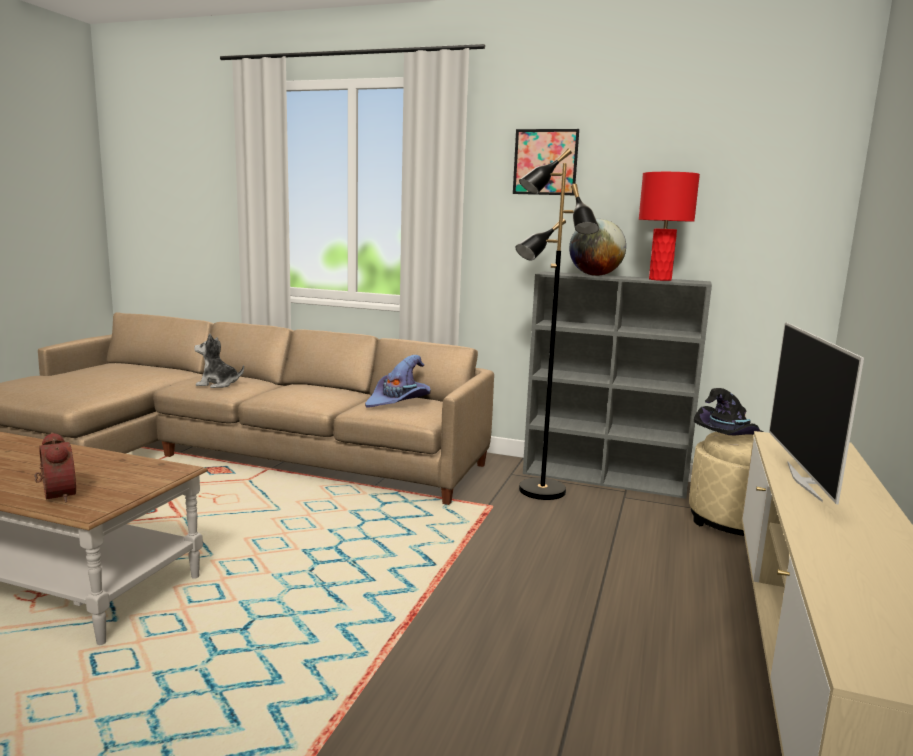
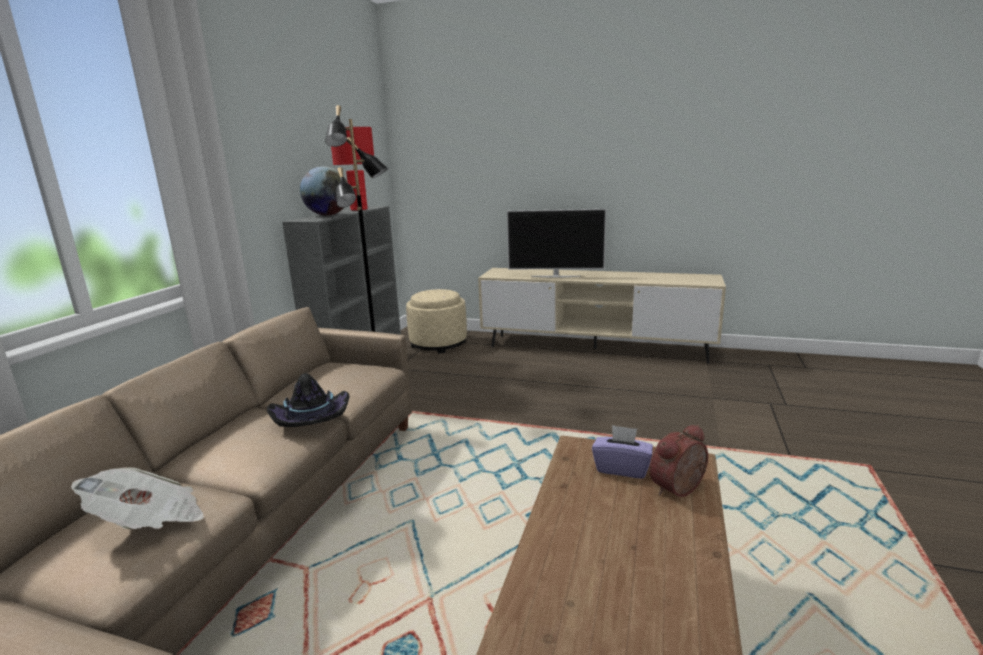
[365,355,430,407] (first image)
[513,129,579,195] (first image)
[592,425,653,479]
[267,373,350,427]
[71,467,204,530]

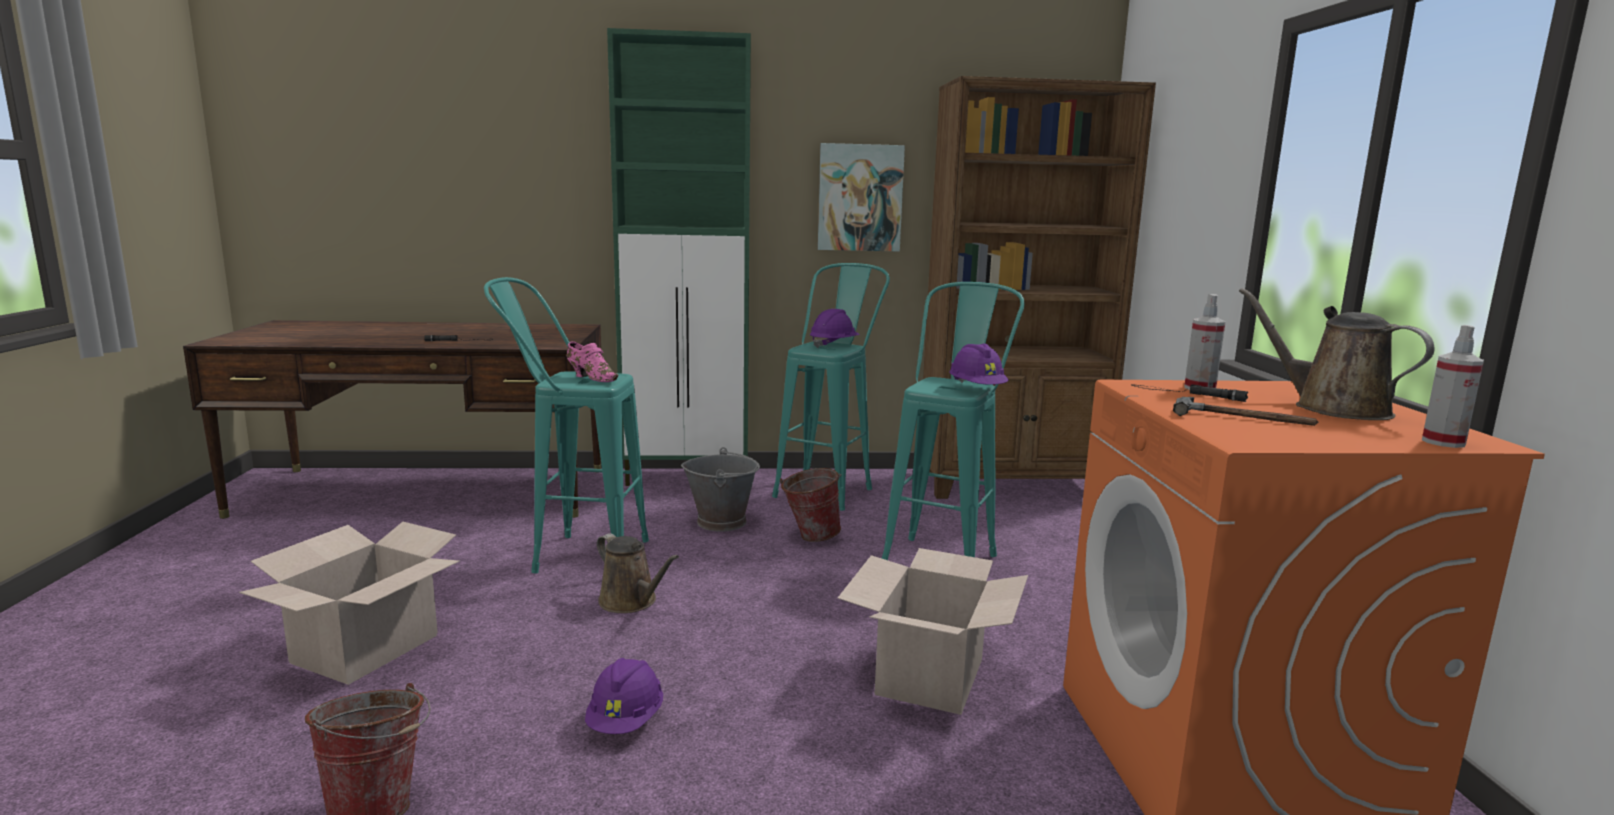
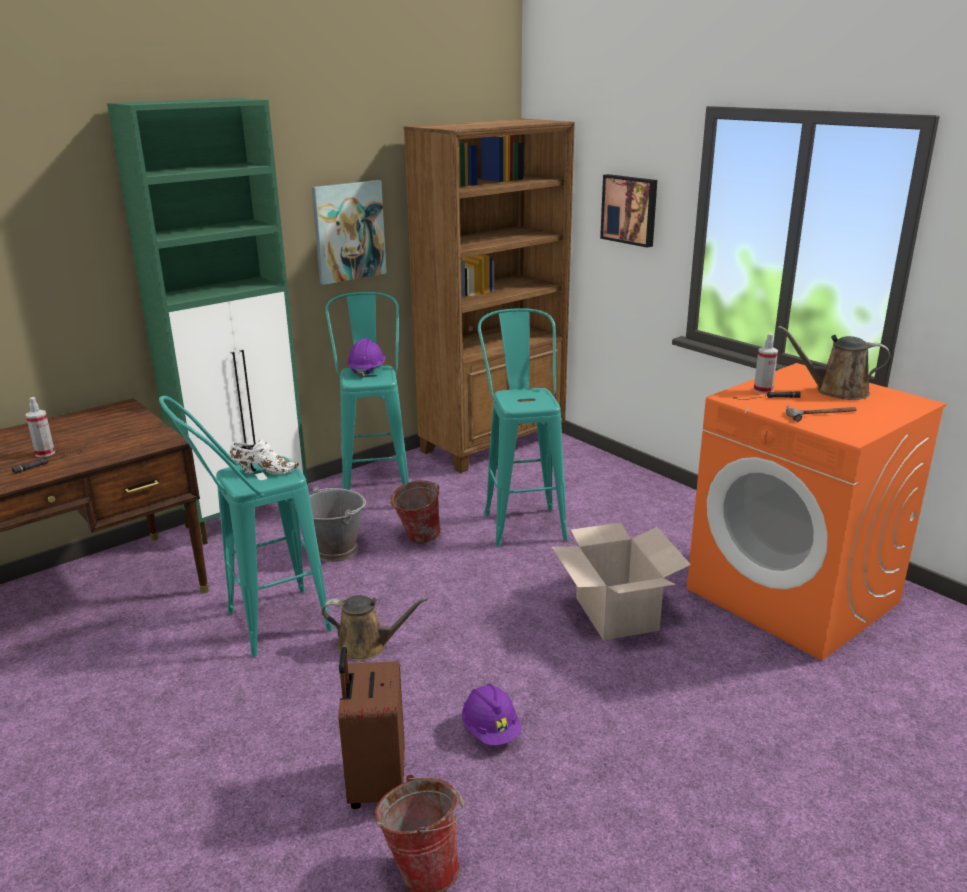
[239,522,460,685] (first image)
[949,344,1009,385] (first image)
[338,647,405,809]
[600,174,657,248]
[26,397,55,457]
[230,439,299,474]

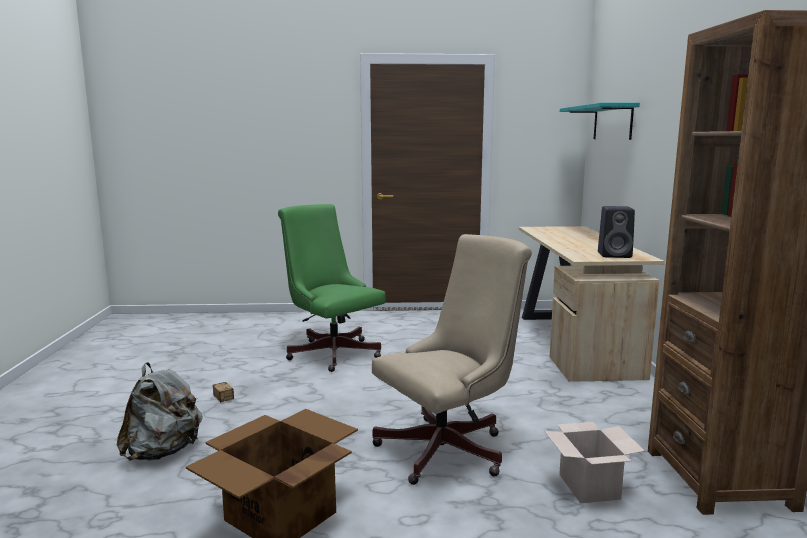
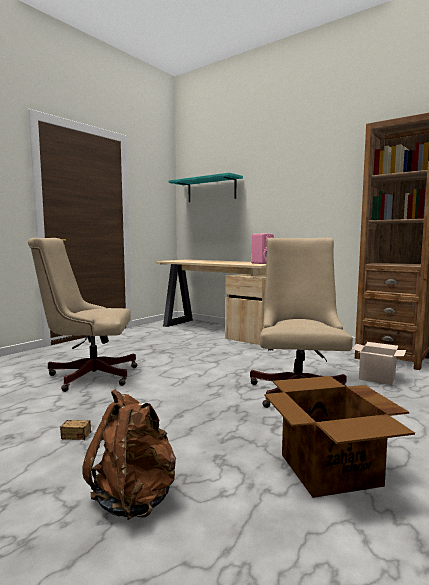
[83,389,176,520]
[28,238,137,392]
[251,234,274,264]

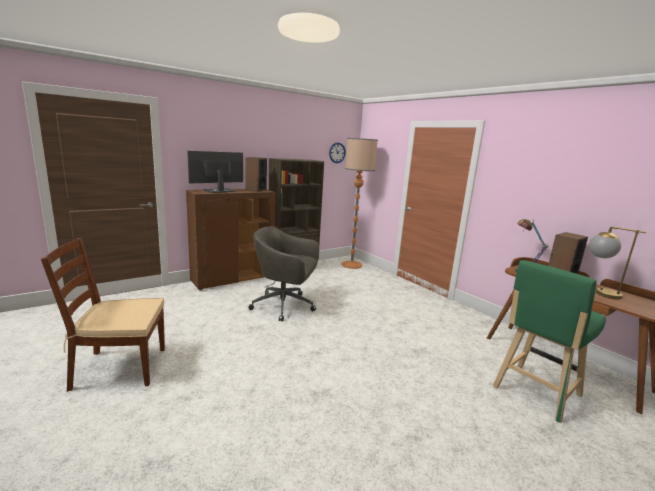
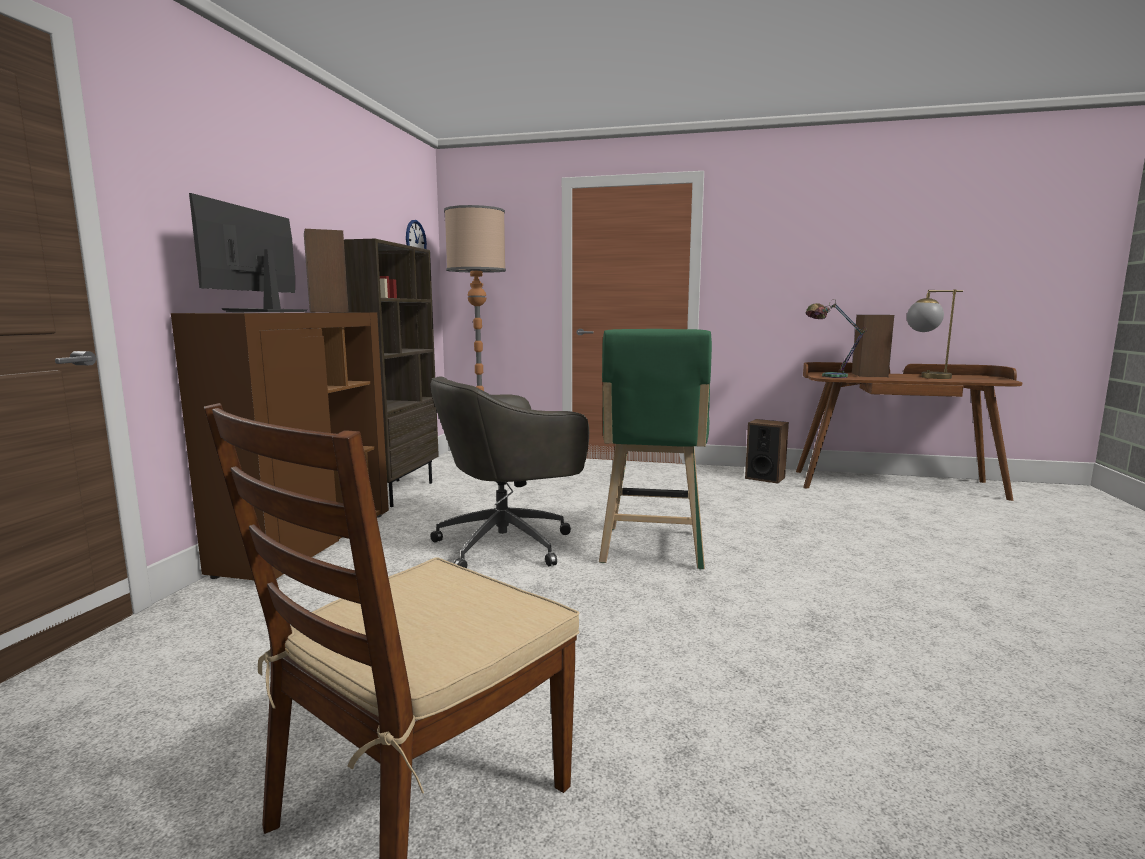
[745,419,789,484]
[599,329,712,569]

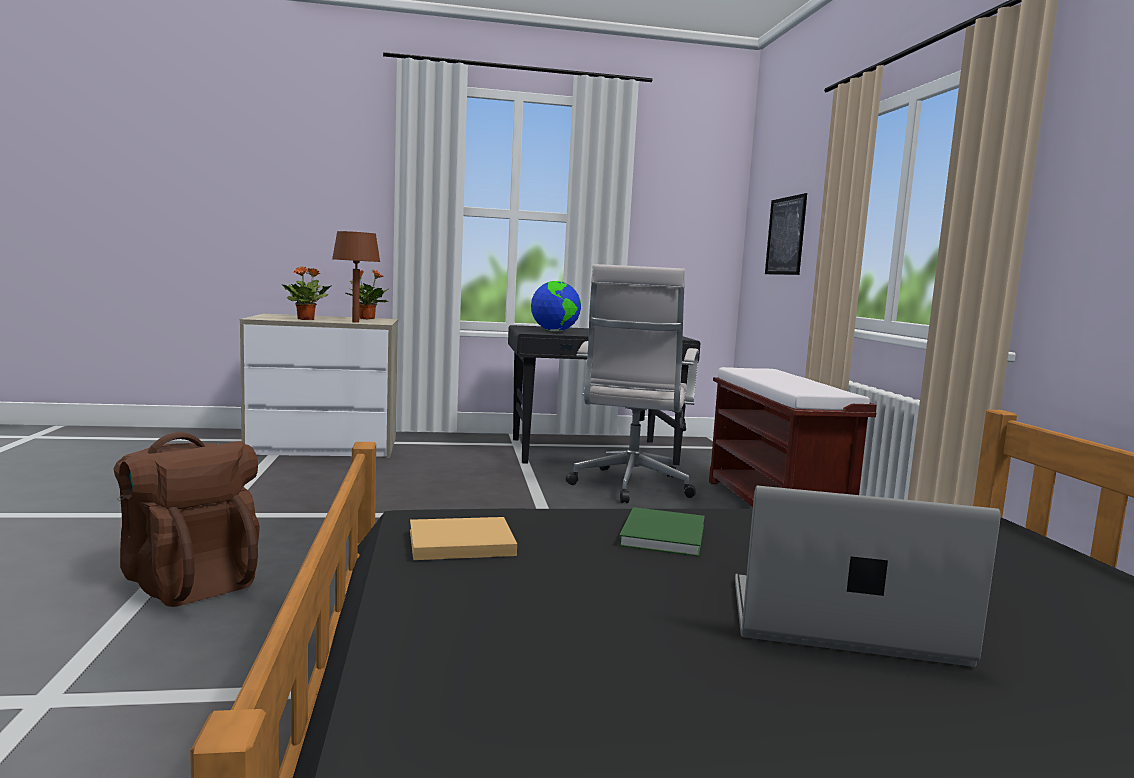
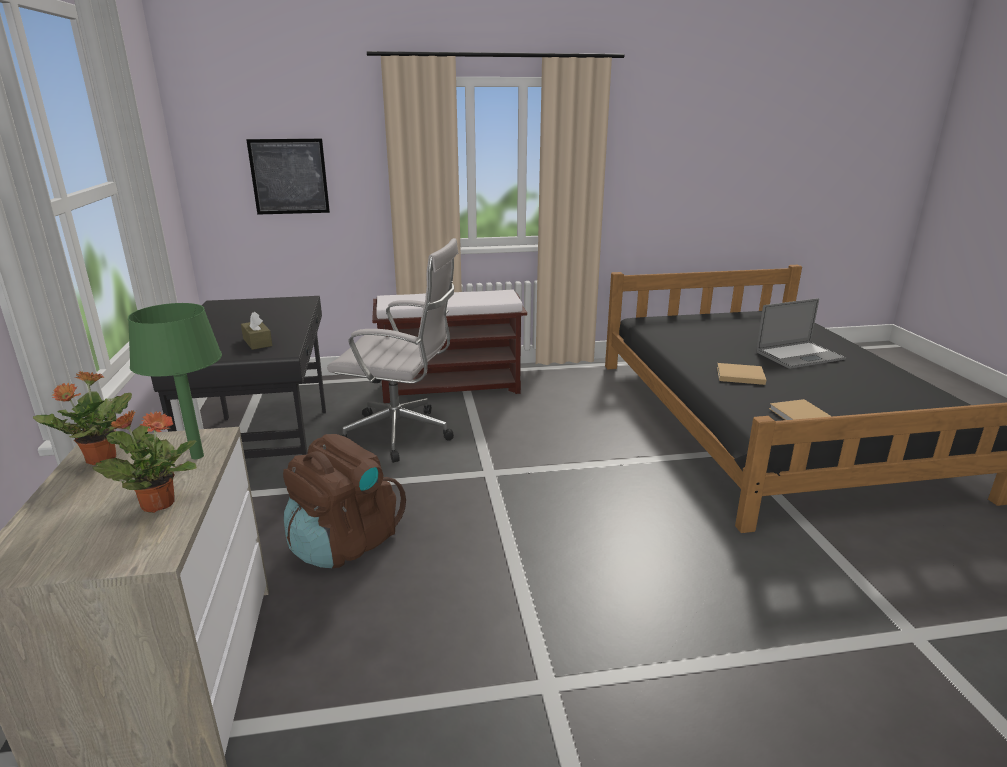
[283,434,406,568]
[241,312,273,350]
[128,303,222,459]
[717,363,766,385]
[756,298,846,369]

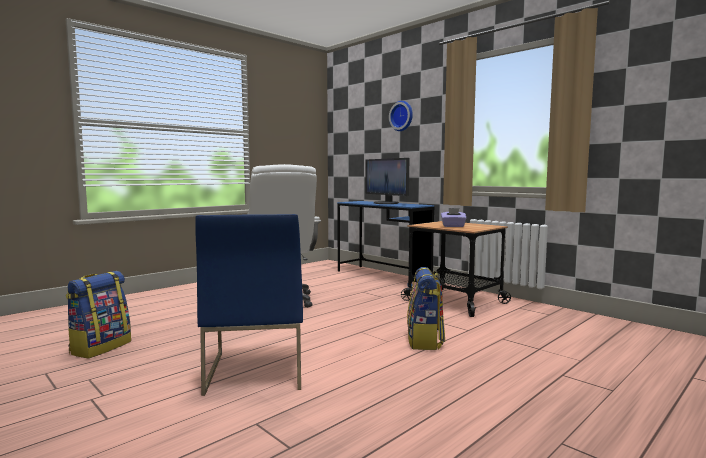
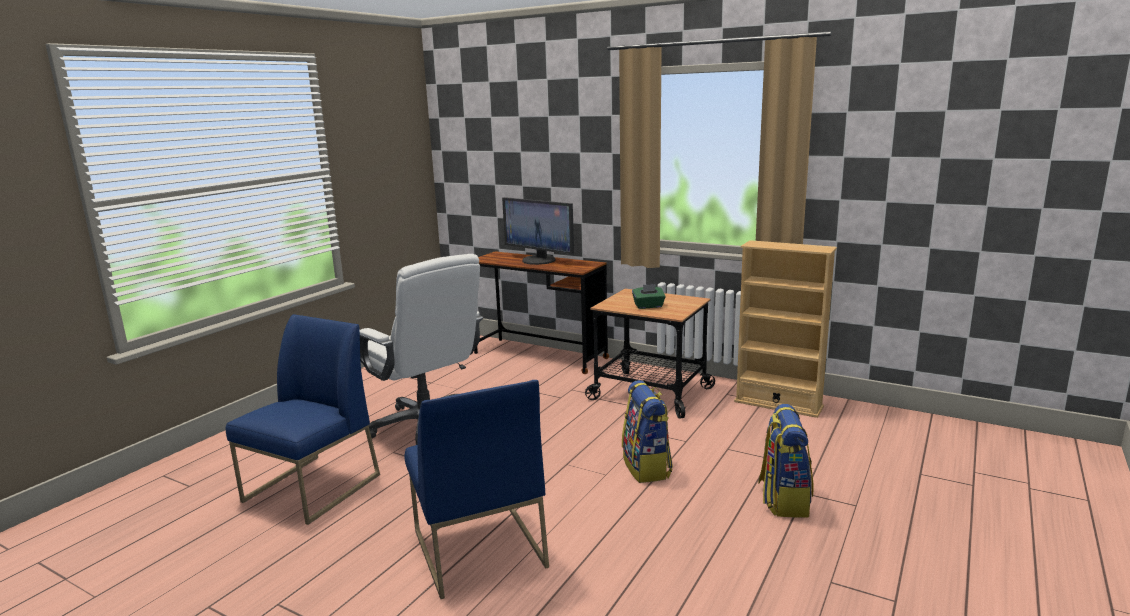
[389,101,413,131] (first image)
[226,314,380,525]
[734,240,837,418]
[758,404,813,518]
[474,251,609,374]
[632,284,666,309]

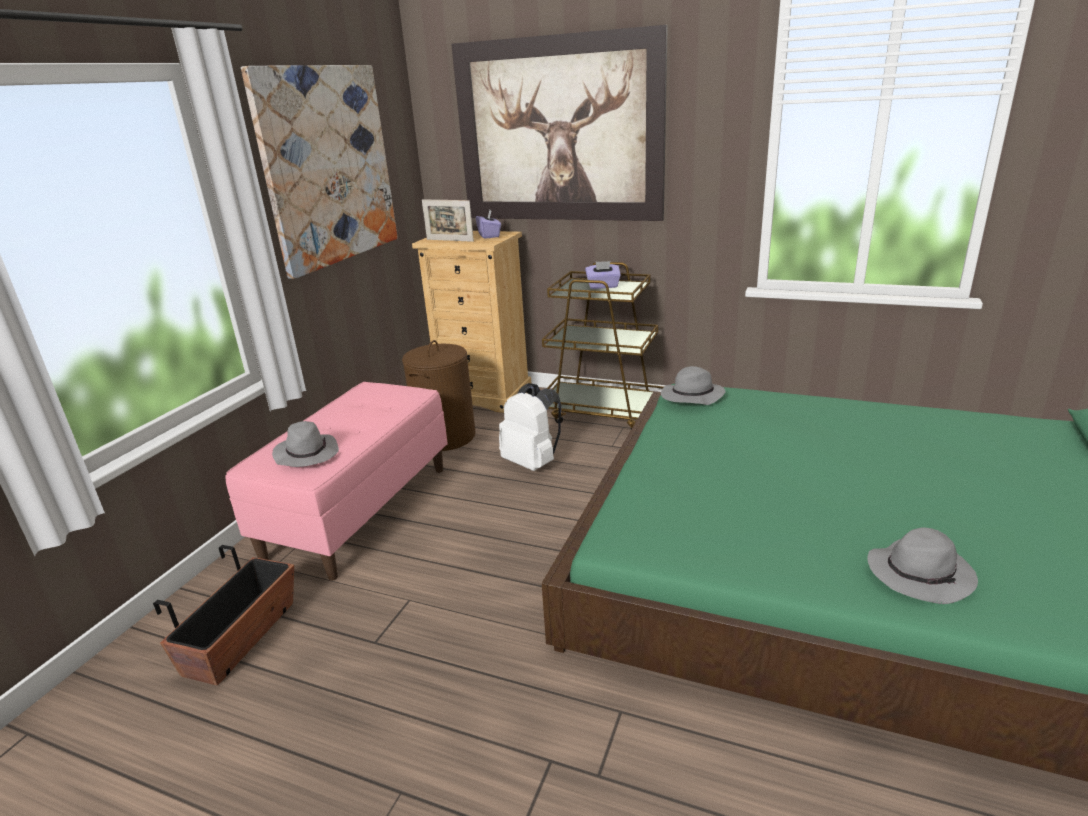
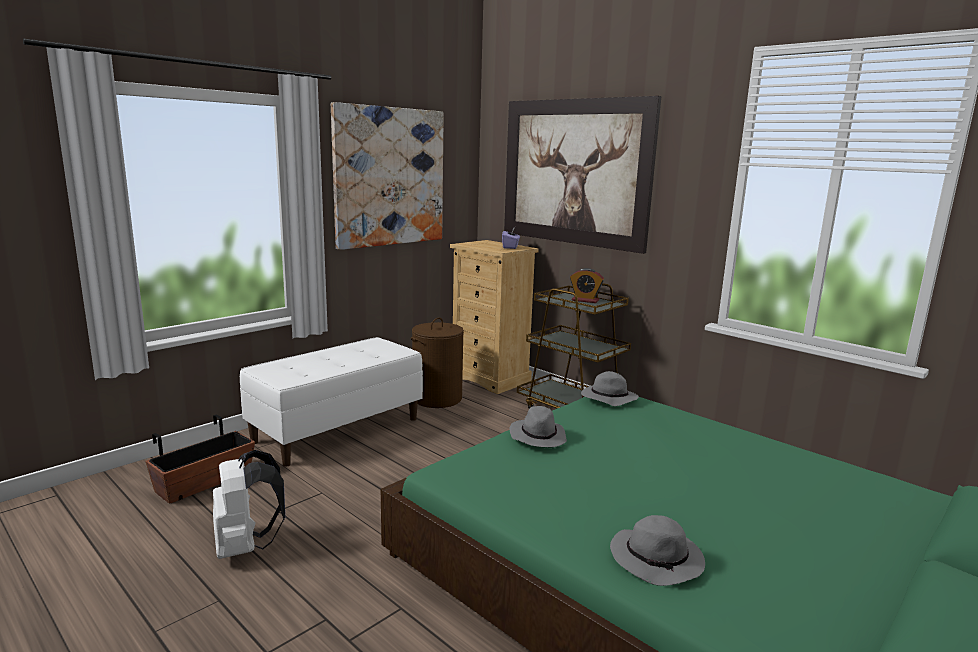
[422,200,474,242] (first image)
[510,406,567,447]
[213,450,285,559]
[570,268,604,303]
[240,337,423,467]

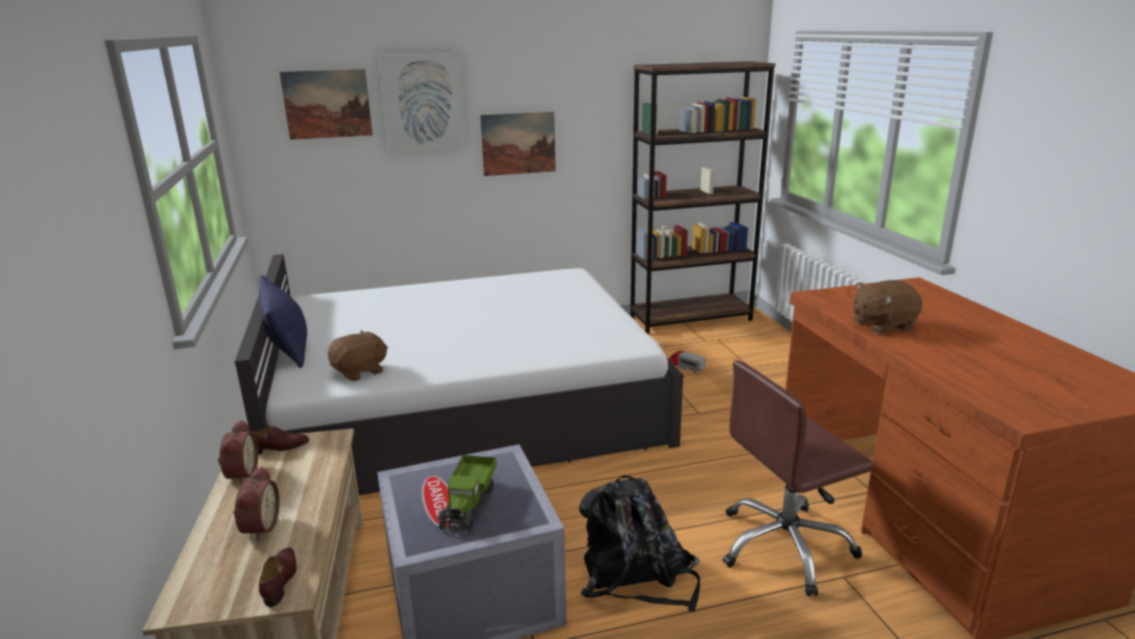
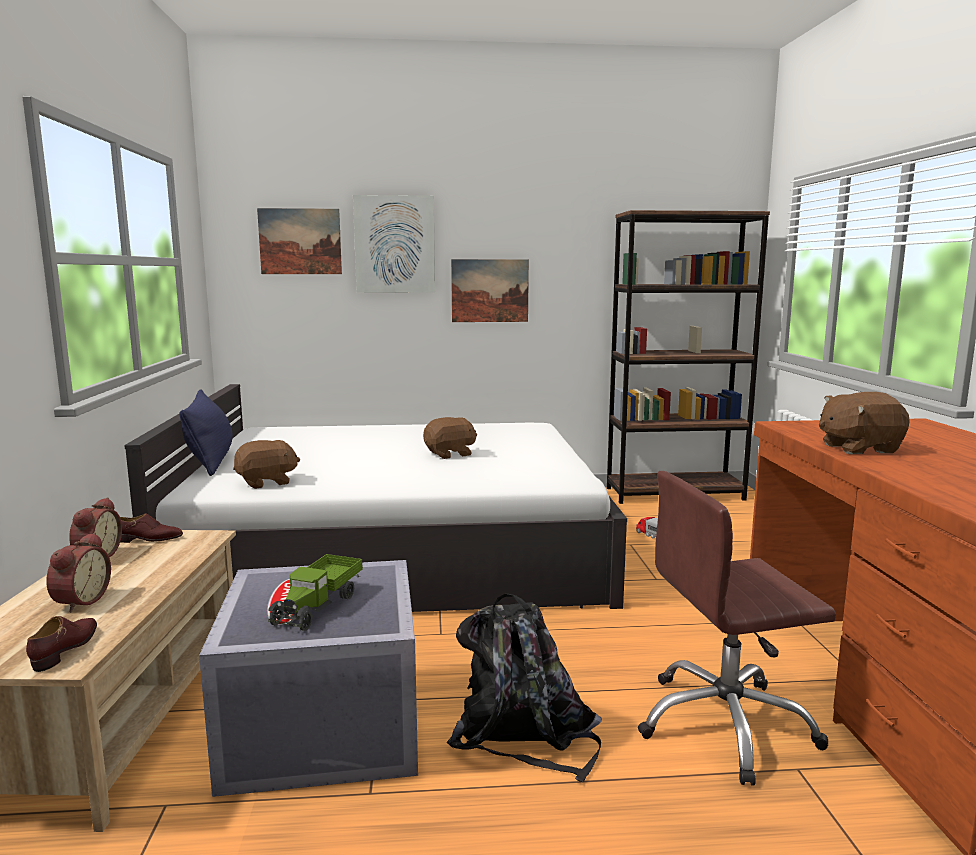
[423,417,477,459]

